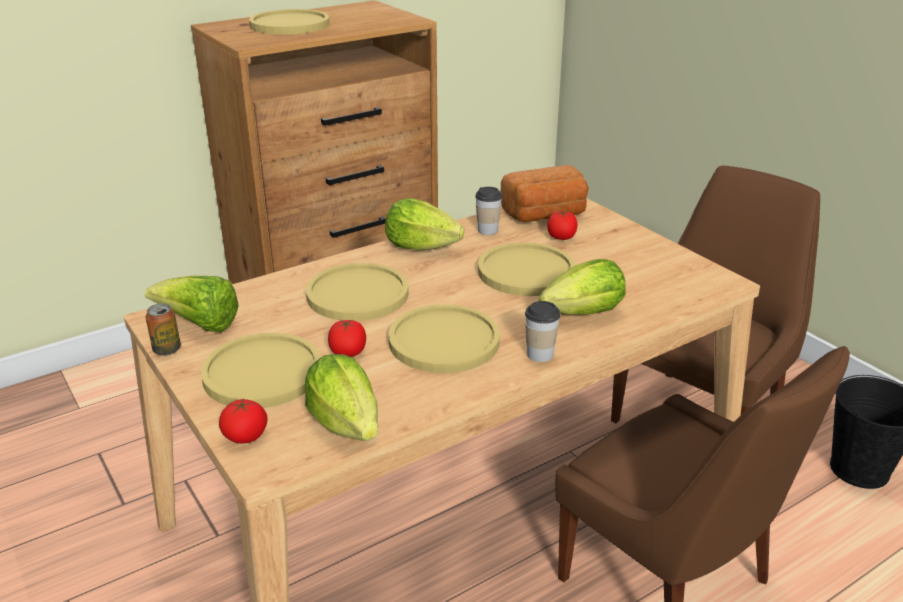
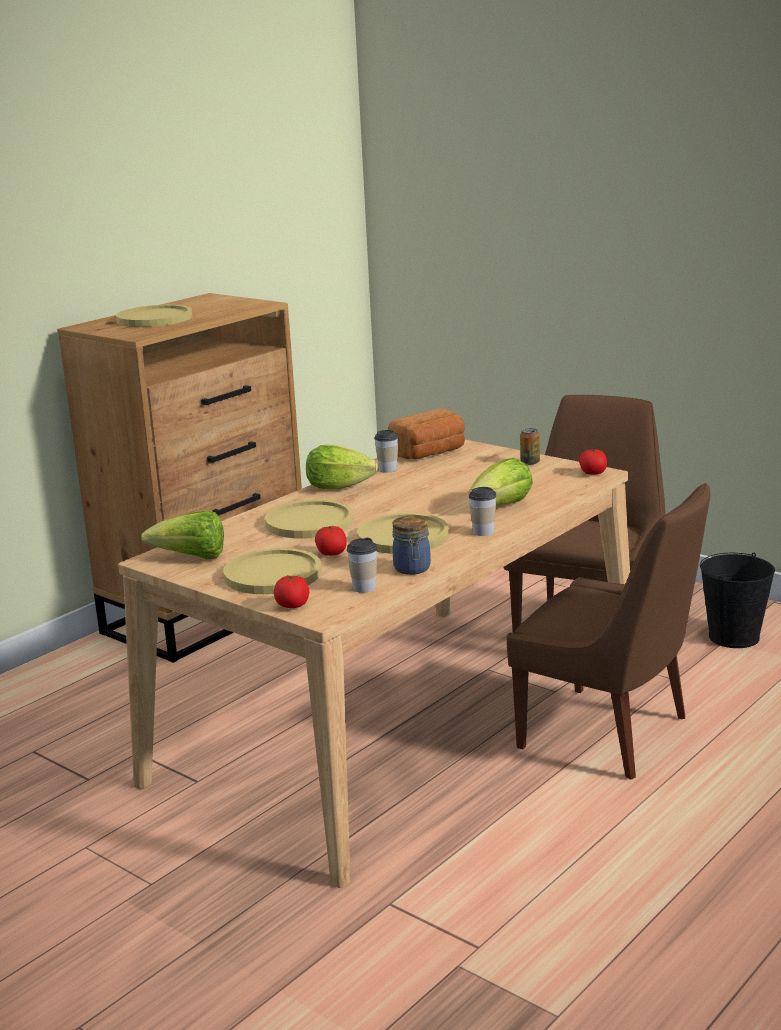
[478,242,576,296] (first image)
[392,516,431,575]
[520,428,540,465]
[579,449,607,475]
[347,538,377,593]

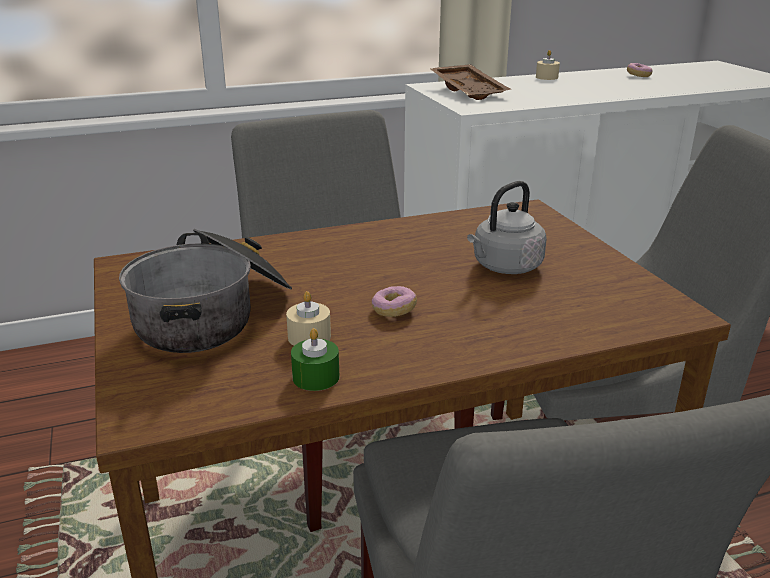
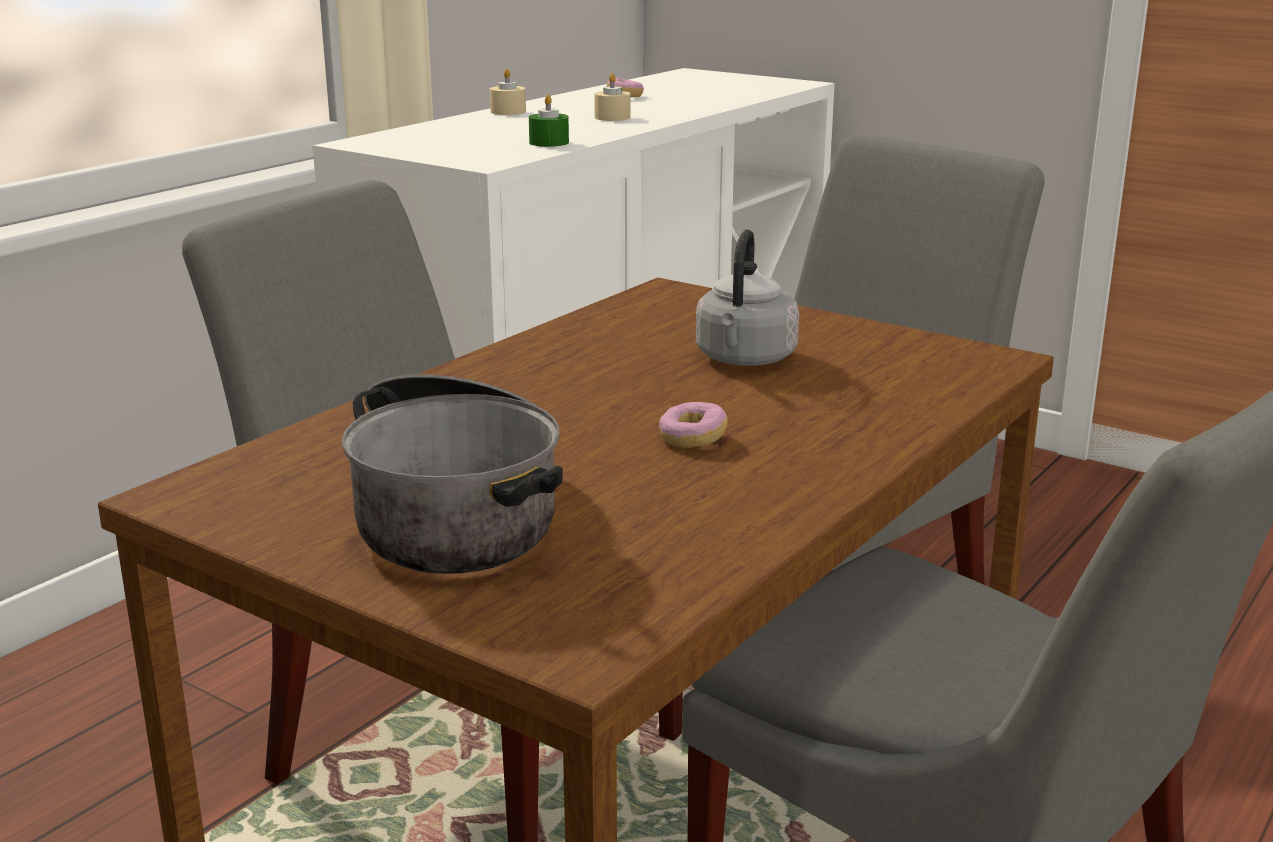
[430,64,511,100] (first image)
[594,73,631,121]
[529,95,569,147]

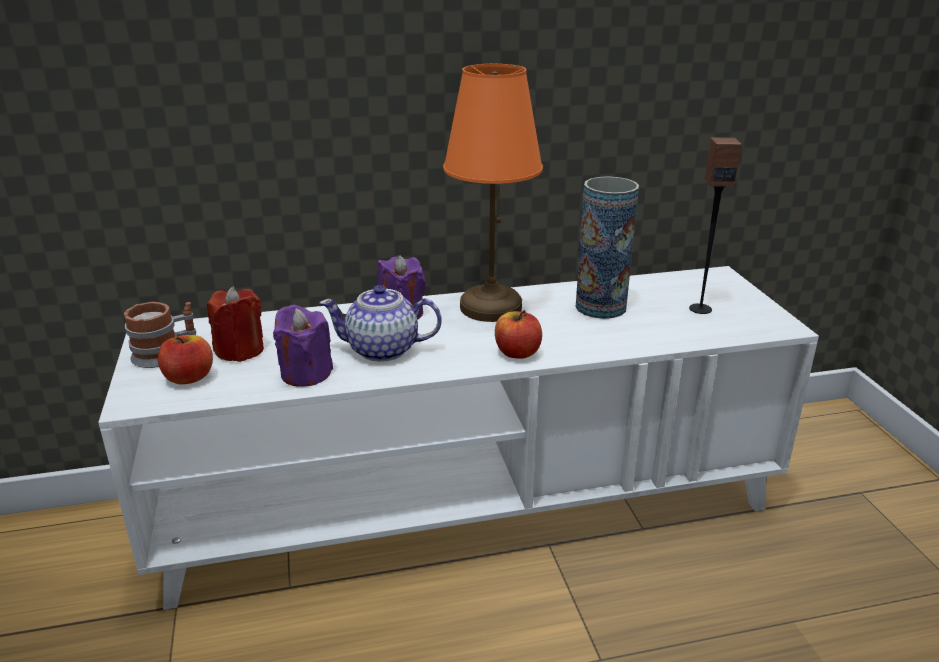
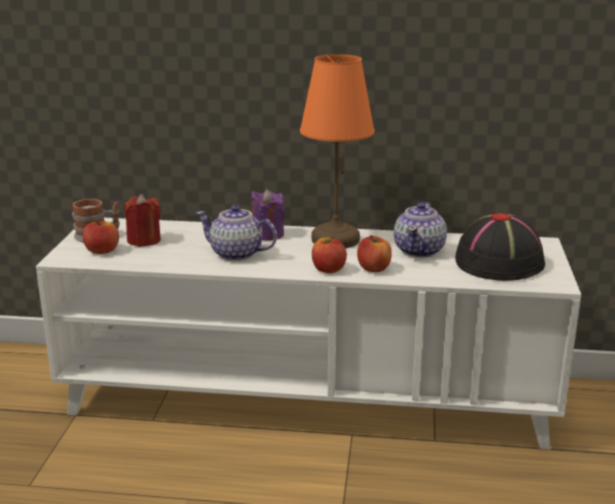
[273,305,333,387] (first image)
[357,235,392,272]
[394,202,447,258]
[455,213,545,281]

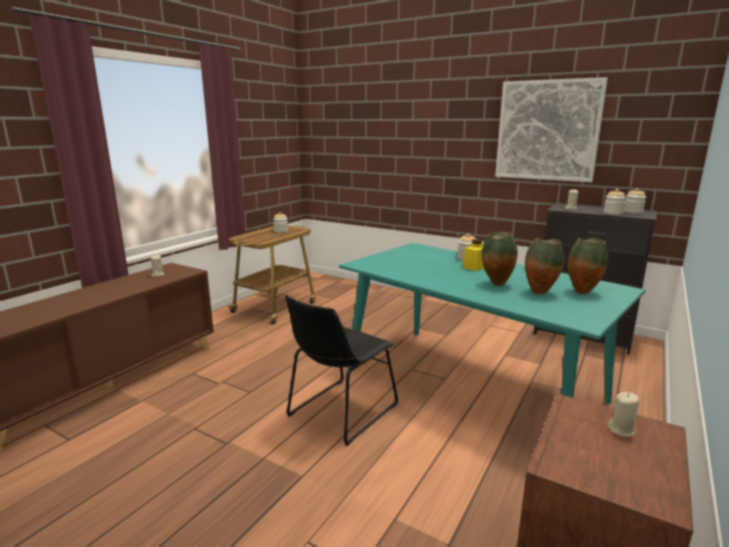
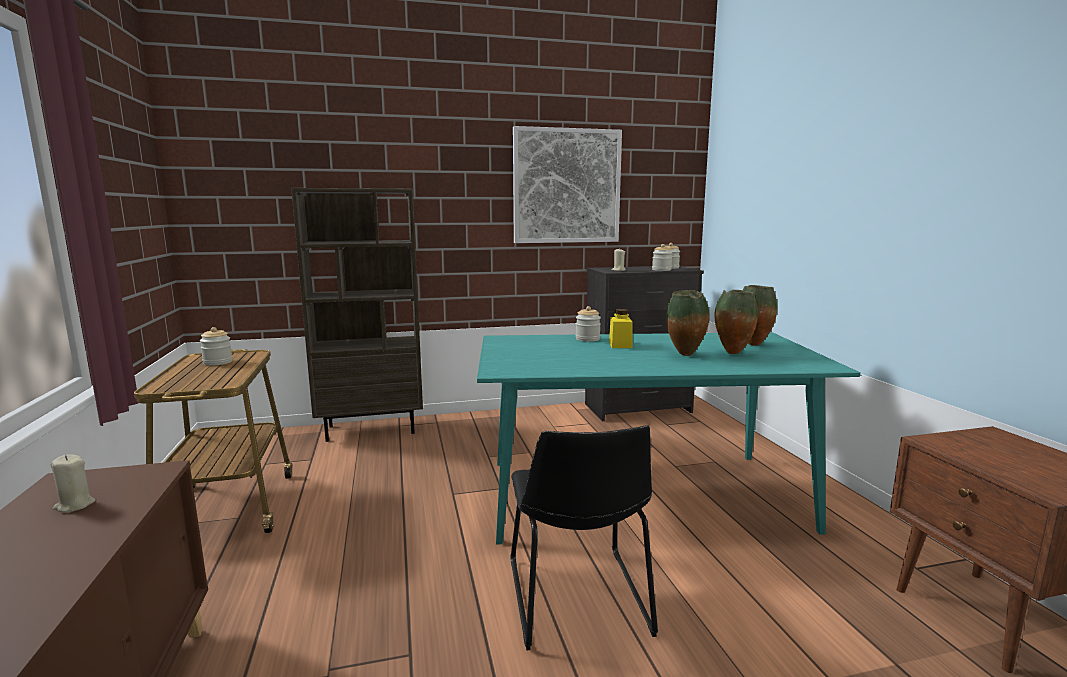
[607,392,639,437] (first image)
[291,188,423,442]

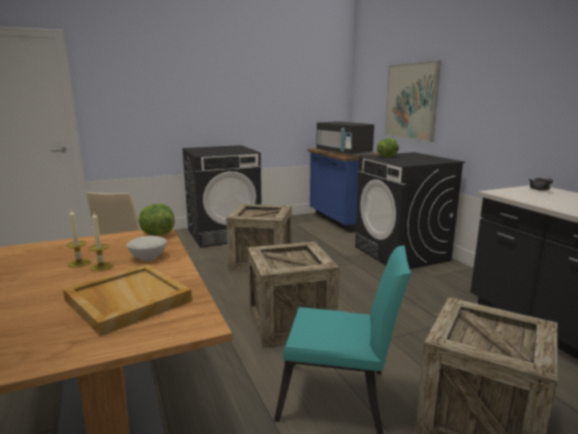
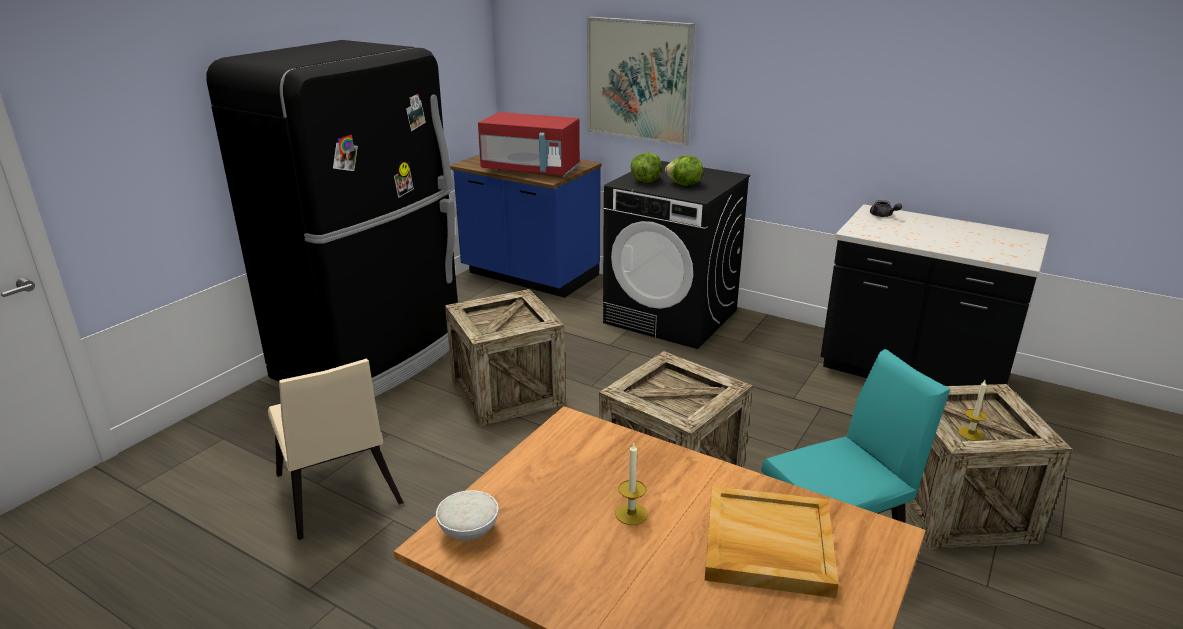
[958,380,987,441]
[436,490,498,541]
[665,155,703,186]
[206,40,458,397]
[478,112,580,177]

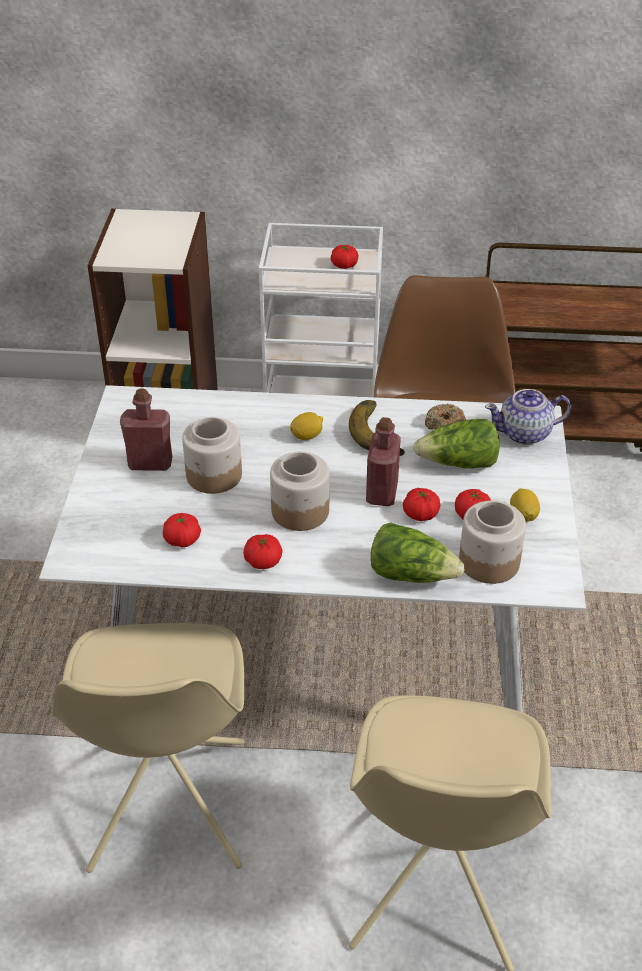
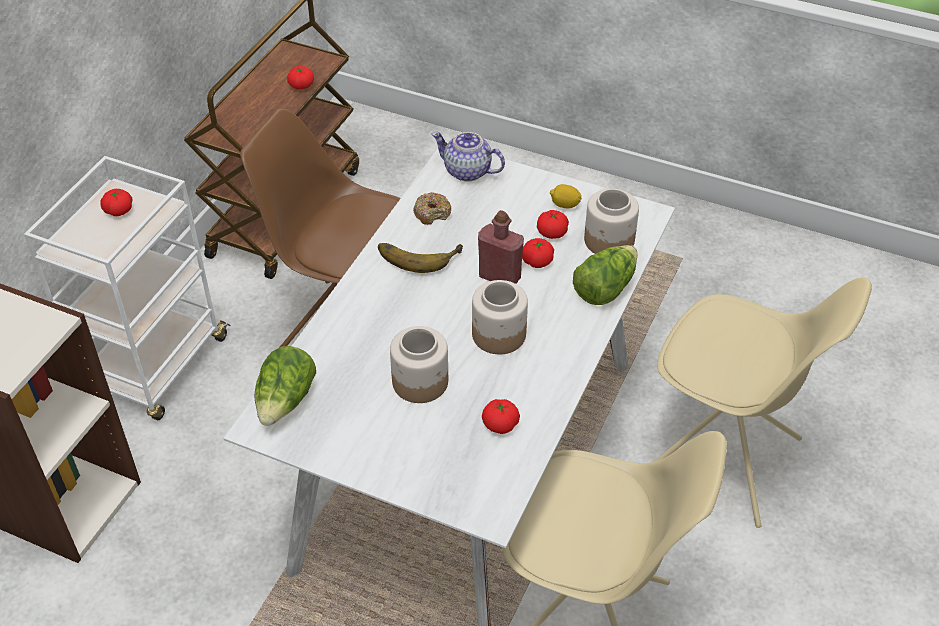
[120,389,172,471] (first image)
[290,412,323,440] (first image)
[287,66,314,90]
[254,346,316,426]
[431,132,505,181]

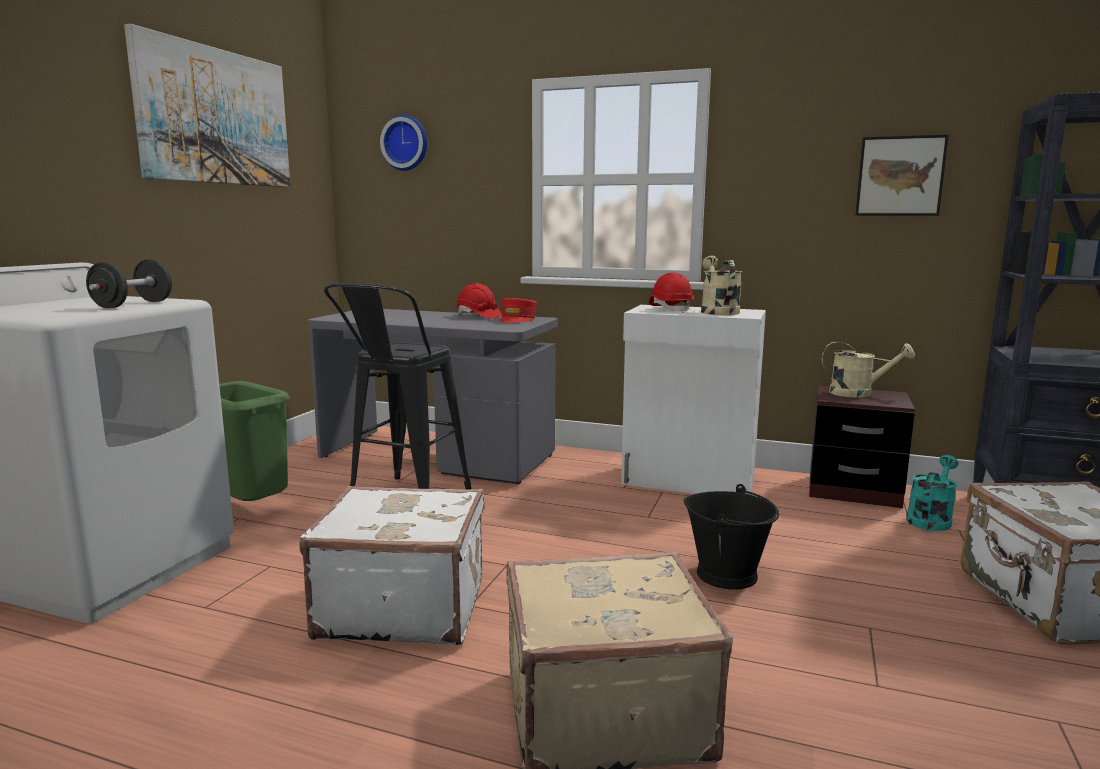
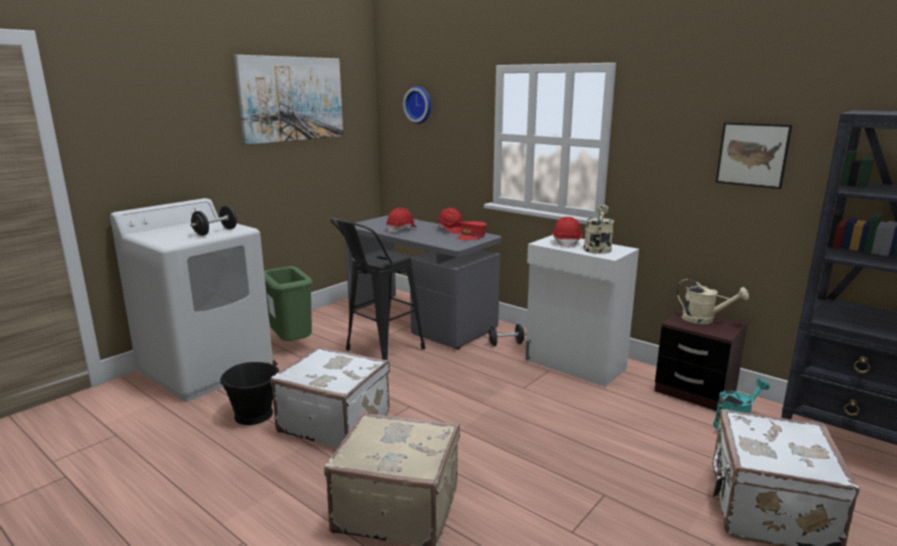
[386,208,417,233]
[485,324,526,346]
[220,360,279,425]

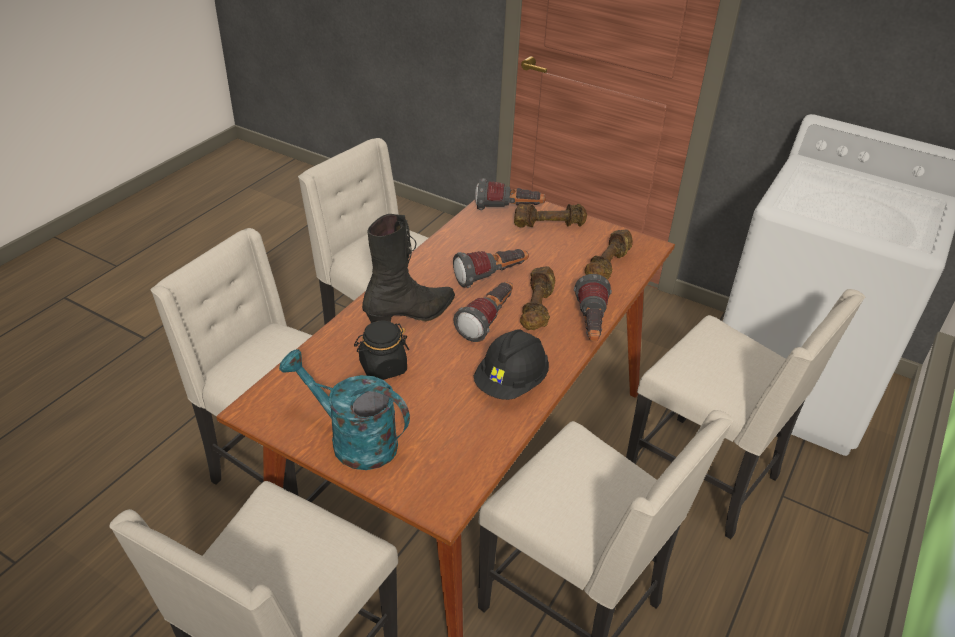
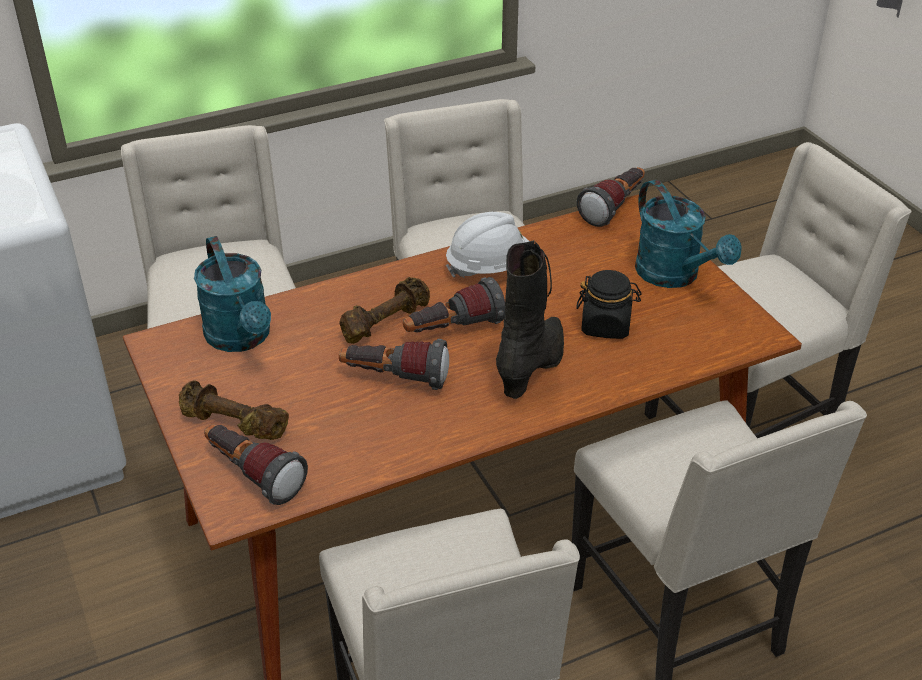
[577,167,645,227]
[194,236,271,352]
[446,212,529,278]
[496,240,564,399]

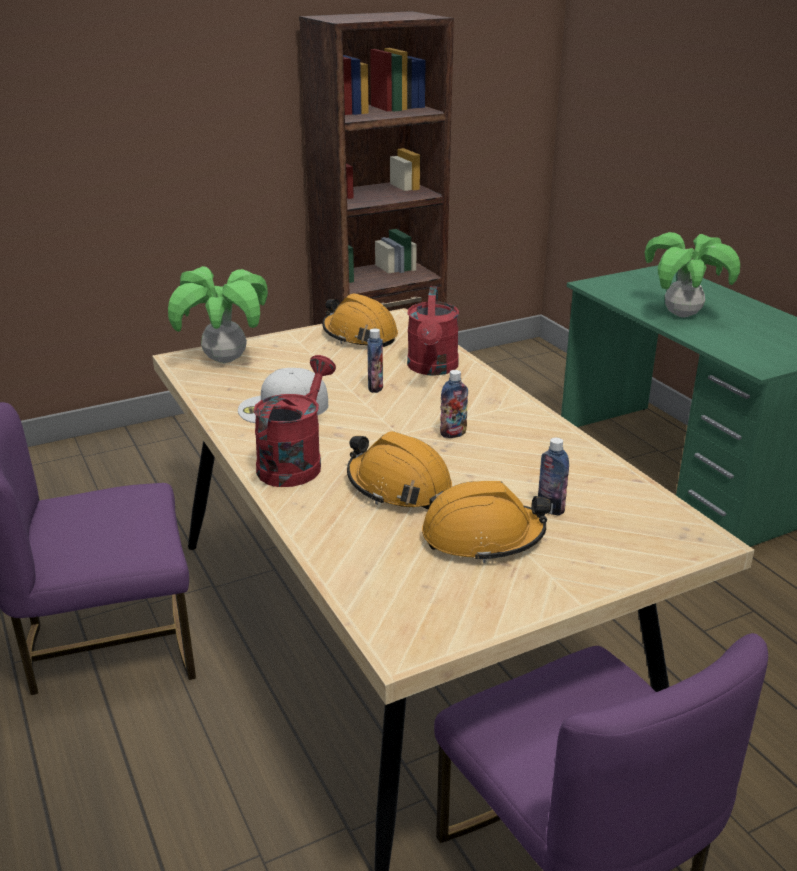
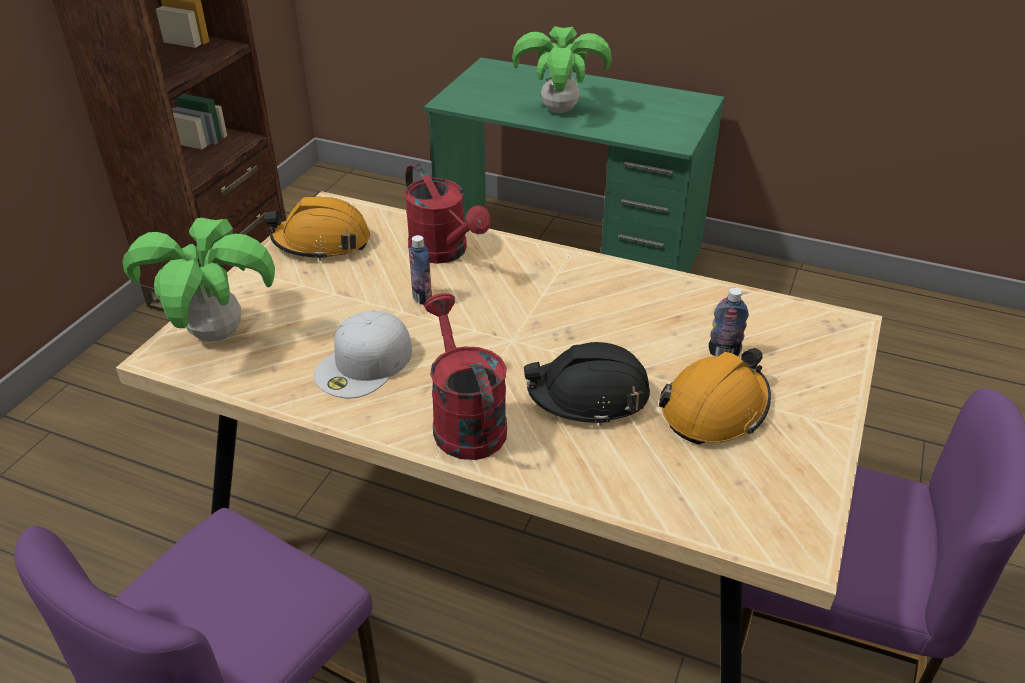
[440,370,468,438] (first image)
[524,342,650,426]

